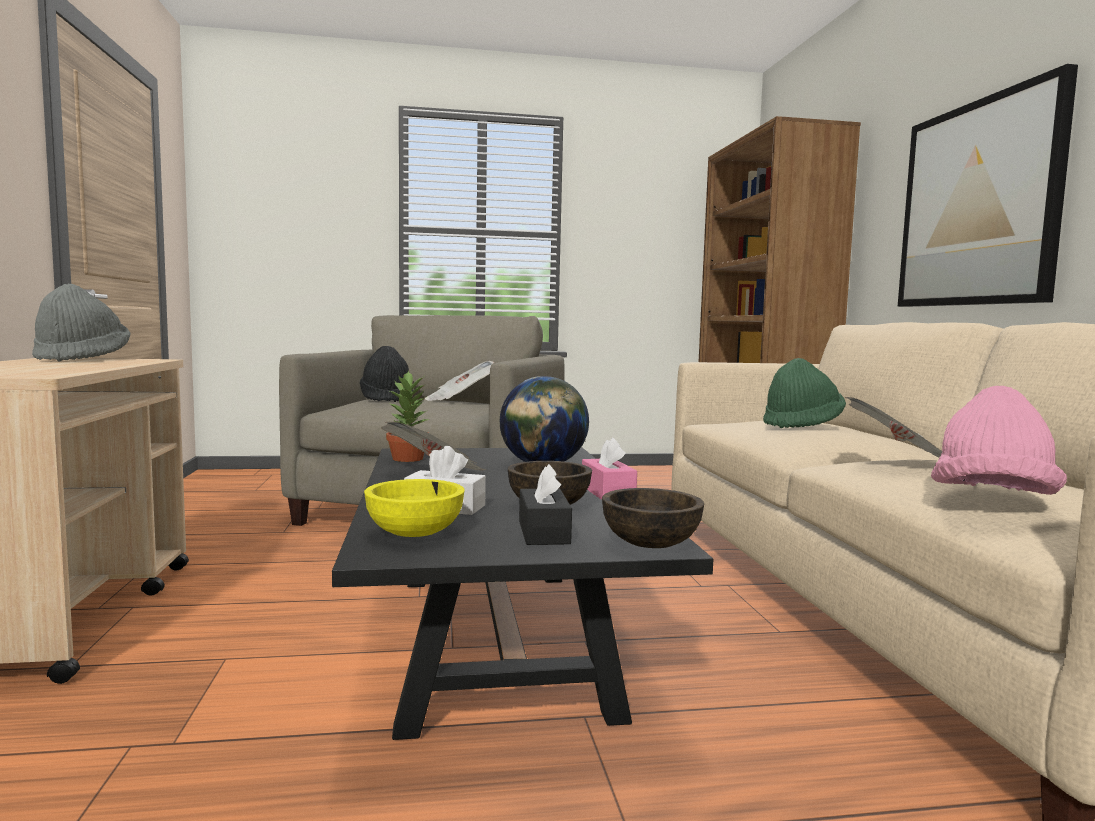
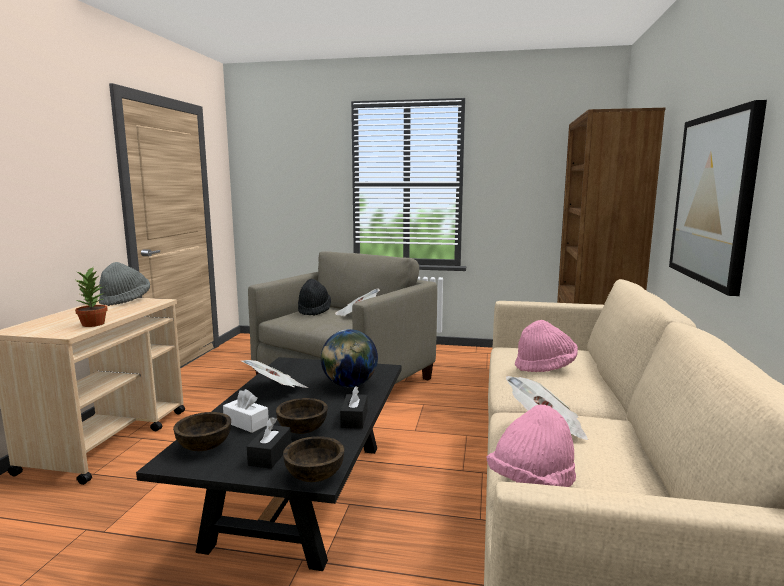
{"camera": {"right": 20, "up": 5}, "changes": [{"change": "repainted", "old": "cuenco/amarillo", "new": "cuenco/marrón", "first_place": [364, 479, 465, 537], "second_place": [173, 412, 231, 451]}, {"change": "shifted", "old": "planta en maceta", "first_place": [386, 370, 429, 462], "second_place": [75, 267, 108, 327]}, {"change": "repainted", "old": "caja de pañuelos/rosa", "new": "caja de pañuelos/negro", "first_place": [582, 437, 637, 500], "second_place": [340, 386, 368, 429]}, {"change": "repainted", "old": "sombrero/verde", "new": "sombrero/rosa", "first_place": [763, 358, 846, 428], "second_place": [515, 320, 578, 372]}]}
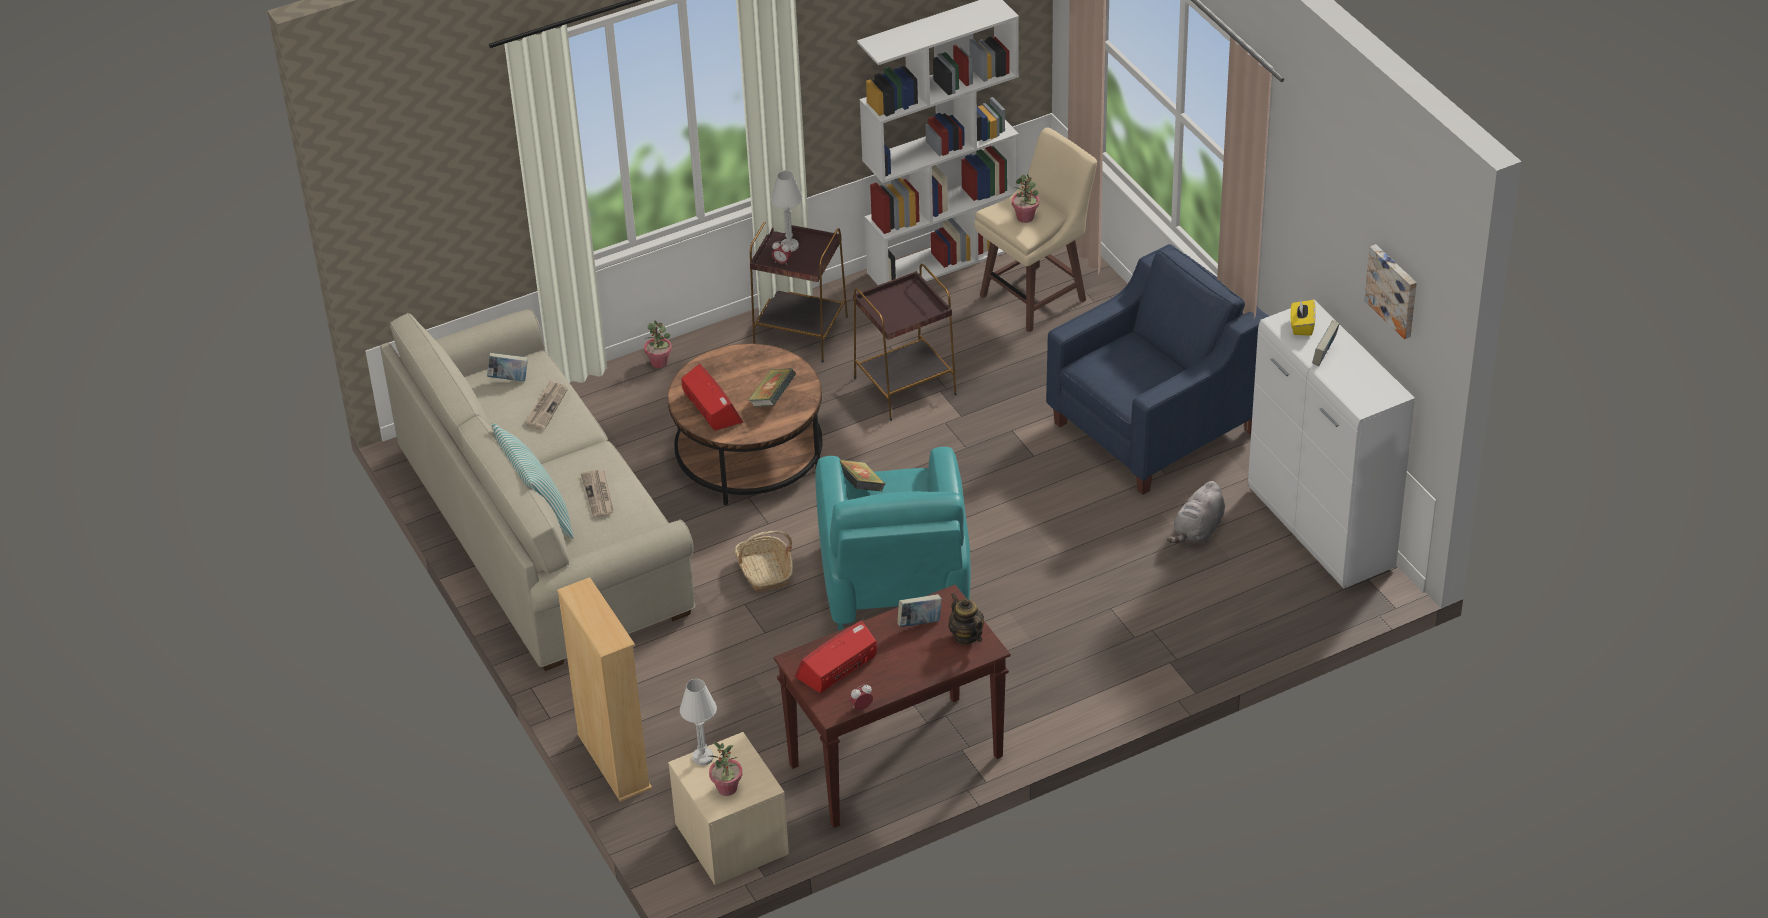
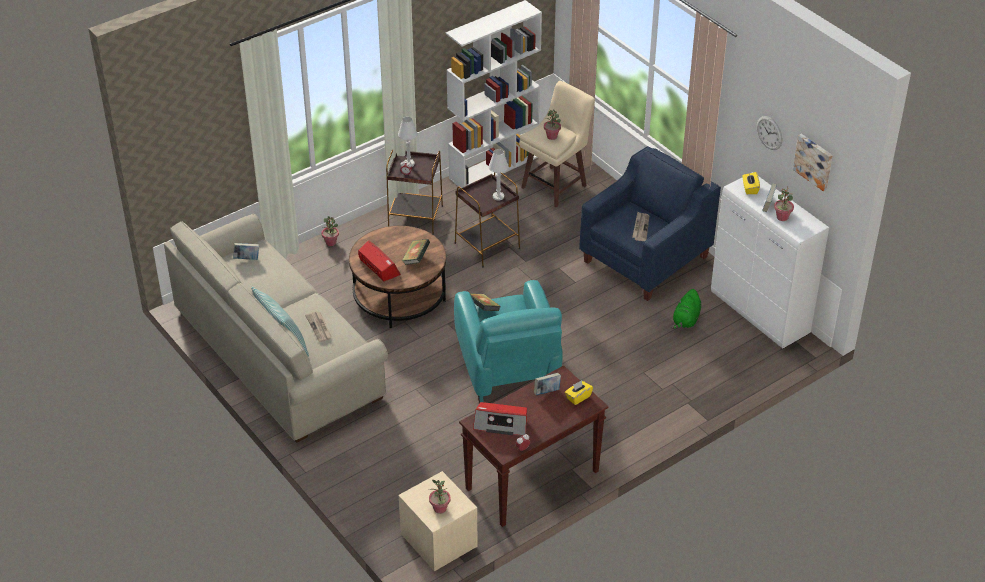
{"camera": {"right": -10, "up": 0}, "changes": [{"change": "shifted", "old": "periódico", "first_place": [524, 381, 568, 430], "second_place": [632, 212, 649, 241]}, {"change": "gone", "old": "estantería/beis", "first_place": [557, 577, 652, 802]}, {"change": "shifted", "old": "lámpara de mesa/blanco", "first_place": [680, 679, 717, 766], "second_place": [489, 149, 509, 201]}, {"change": "gone", "old": "cesta", "first_place": [735, 531, 793, 592]}, {"change": "rotated", "old": "radio", "first_place": [795, 620, 877, 693], "second_place": [473, 402, 527, 436], "degrees": -120}, {"change": "swapped", "old": "tetera", "new": "caja de pañuelos/amarillo", "first_place": [949, 593, 984, 645], "second_place": [565, 380, 593, 405]}, {"change": "repainted", "old": "peluche/gris", "new": "peluche/verde", "first_place": [1167, 481, 1225, 543], "second_place": [671, 289, 701, 329]}, {"change": "new", "new": "reloj de pared", "second_place": [757, 116, 782, 150]}, {"change": "new", "new": "planta en maceta", "second_place": [774, 186, 794, 221]}]}
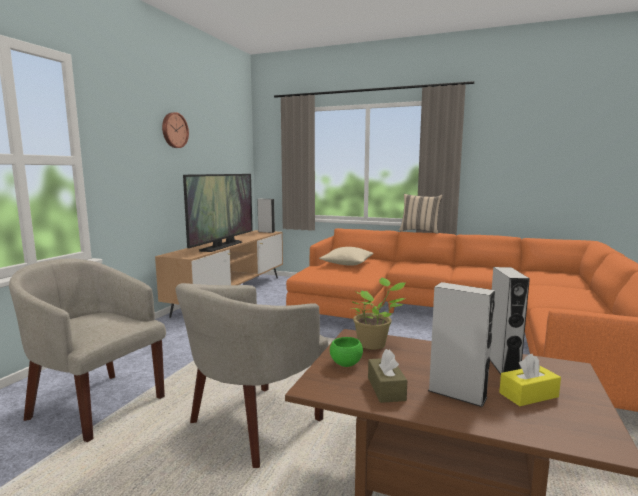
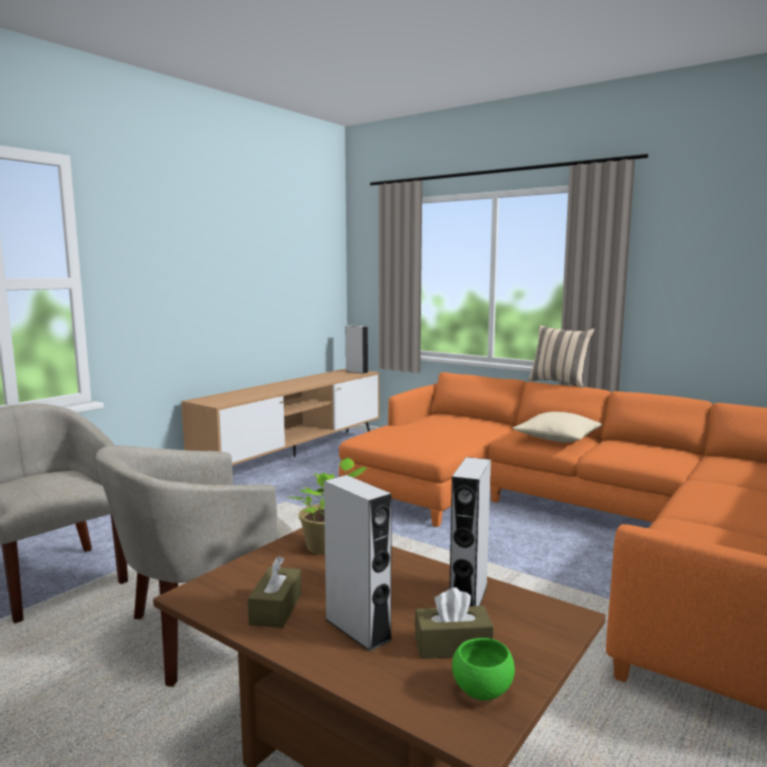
{"camera": {"right": 15, "up": 0}, "changes": [{"change": "gone", "old": "reloj de pared", "first_place": [162, 112, 189, 148]}, {"change": "gone", "old": "televisor", "first_place": [183, 174, 253, 252]}, {"change": "shifted", "old": "cojín/beis", "first_place": [319, 247, 374, 266], "second_place": [513, 412, 602, 442]}, {"change": "shifted", "old": "cuenco/verde", "first_place": [330, 337, 363, 367], "second_place": [452, 638, 515, 701]}, {"change": "repainted", "old": "caja de pañuelos/amarillo", "new": "caja de pañuelos/marrón", "first_place": [499, 354, 561, 406], "second_place": [415, 587, 494, 659]}]}
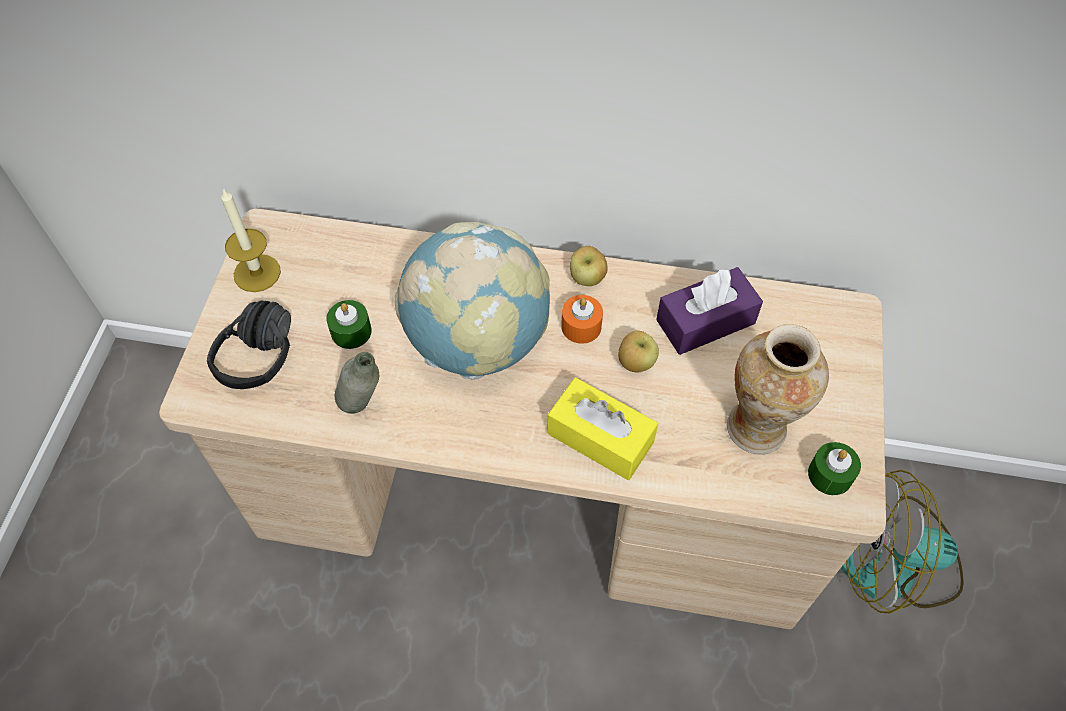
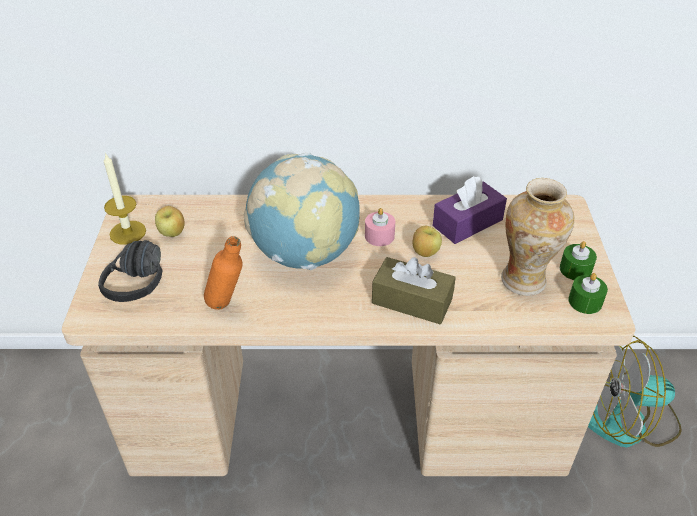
{"camera": {"right": -10, "up": -15}, "changes": [{"change": "shifted", "old": "vela/verde", "first_place": [326, 300, 372, 349], "second_place": [560, 241, 597, 280]}, {"change": "repainted", "old": "botella/gris", "new": "botella/naranja", "first_place": [335, 352, 379, 414], "second_place": [204, 236, 242, 310]}, {"change": "repainted", "old": "caja de pañuelos/amarillo", "new": "caja de pañuelos/marrón", "first_place": [547, 377, 658, 480], "second_place": [372, 257, 456, 324]}, {"change": "repainted", "old": "vela/naranja", "new": "vela/rosa", "first_place": [561, 295, 603, 344], "second_place": [365, 208, 395, 246]}, {"change": "shifted", "old": "manzana", "first_place": [570, 246, 607, 286], "second_place": [155, 206, 185, 237]}]}
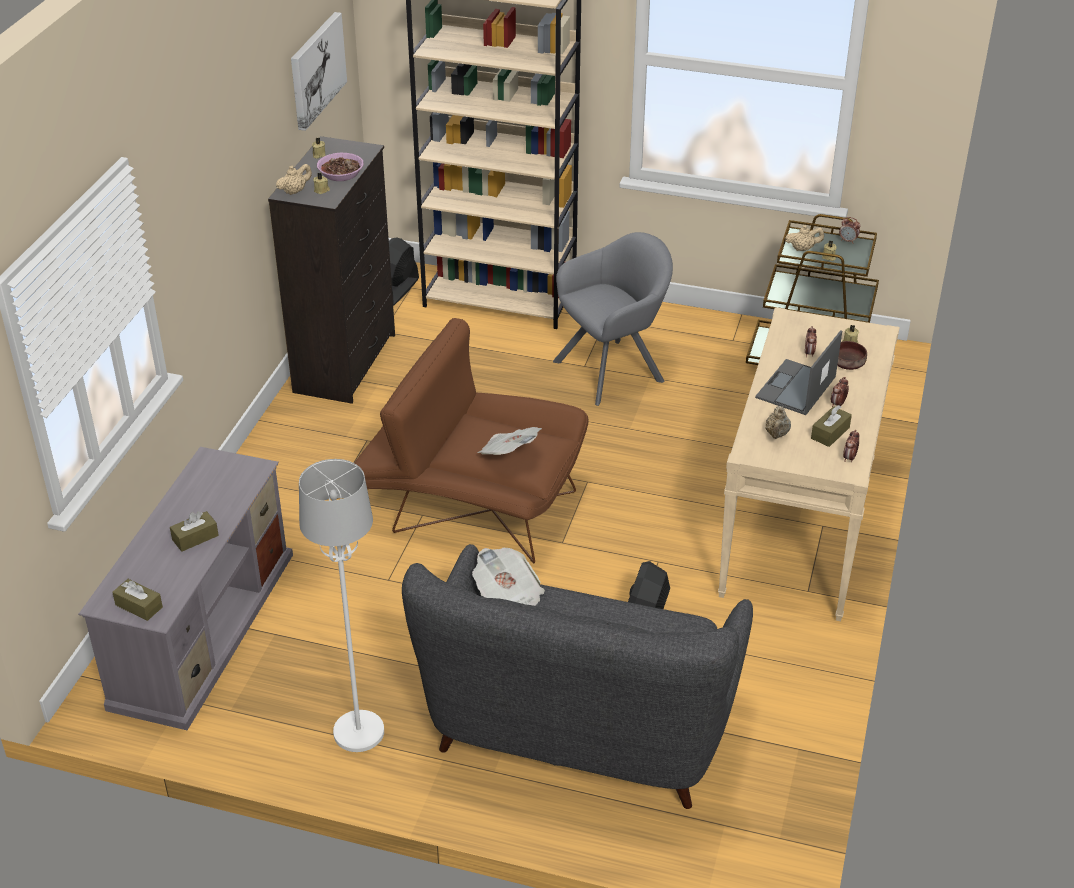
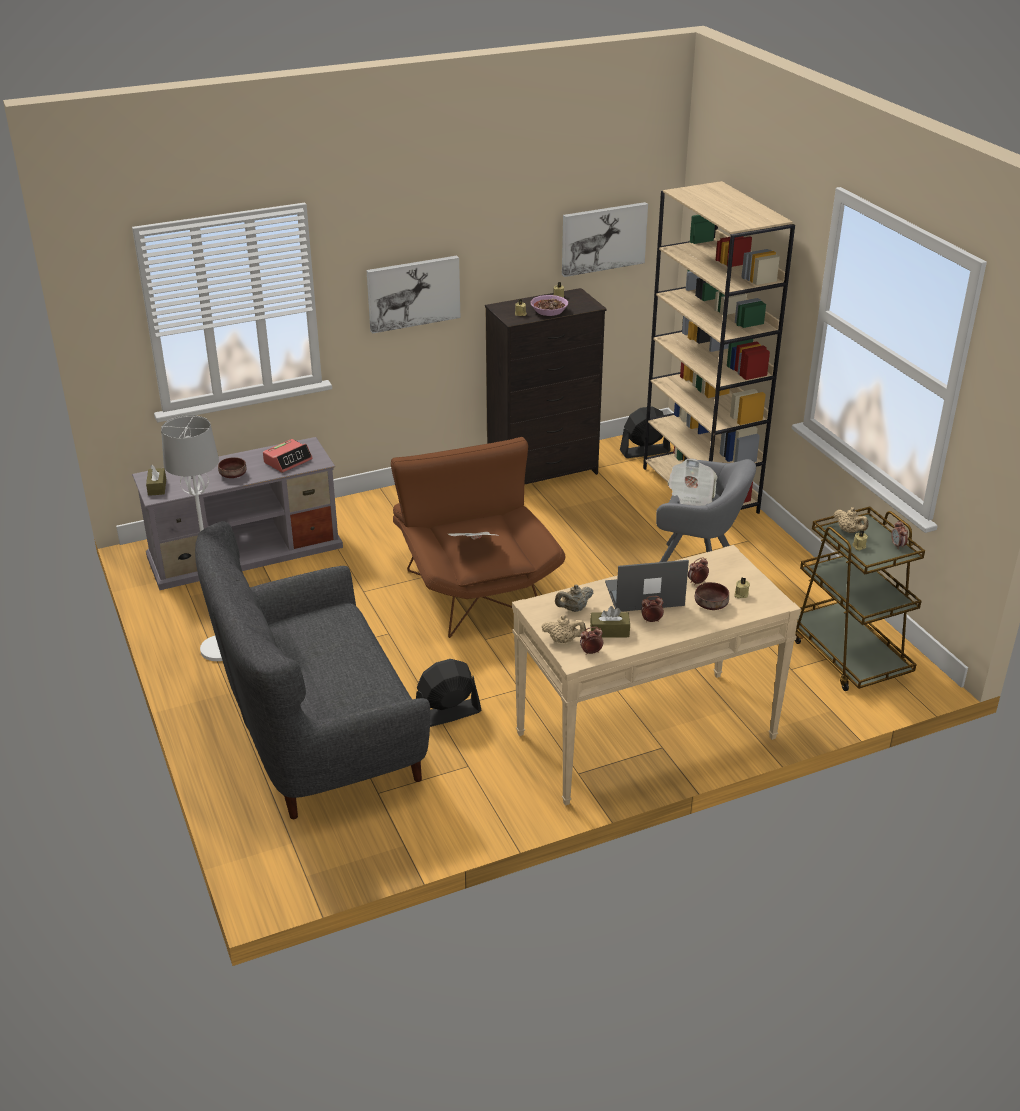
{"camera": {"right": 50, "up": -5}, "changes": [{"change": "swapped", "old": "caja de pañuelos/marrón", "new": "cuenco/marrón", "first_place": [170, 511, 219, 552], "second_place": [218, 457, 247, 478]}, {"change": "shifted", "old": "tetera/beis", "first_place": [276, 164, 312, 195], "second_place": [542, 615, 586, 643]}, {"change": "shifted", "old": "periódico", "first_place": [472, 547, 545, 606], "second_place": [668, 459, 717, 506]}, {"change": "new", "new": "despertador", "second_place": [263, 439, 313, 473]}, {"change": "new", "new": "cuadro", "second_place": [366, 256, 460, 334]}]}
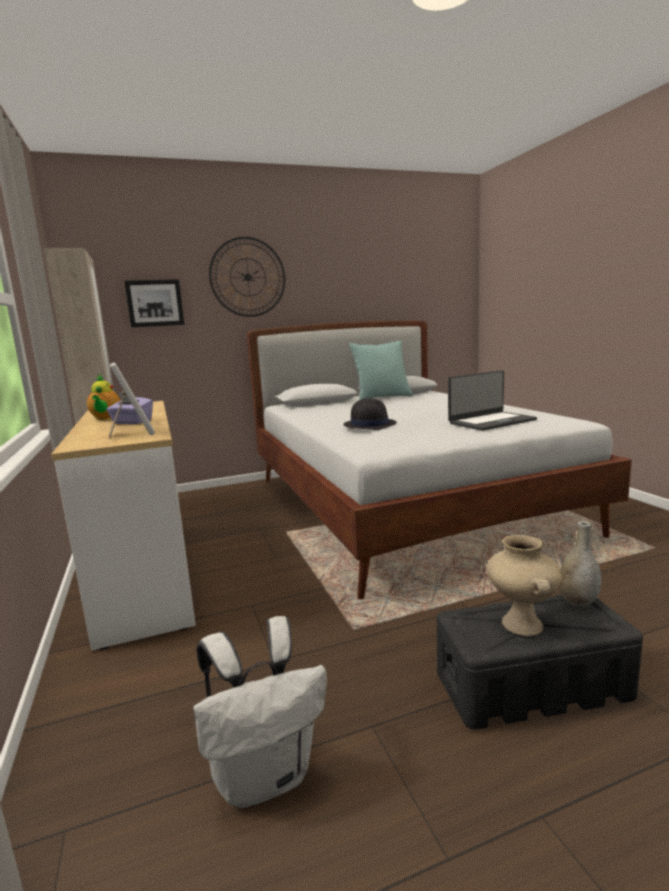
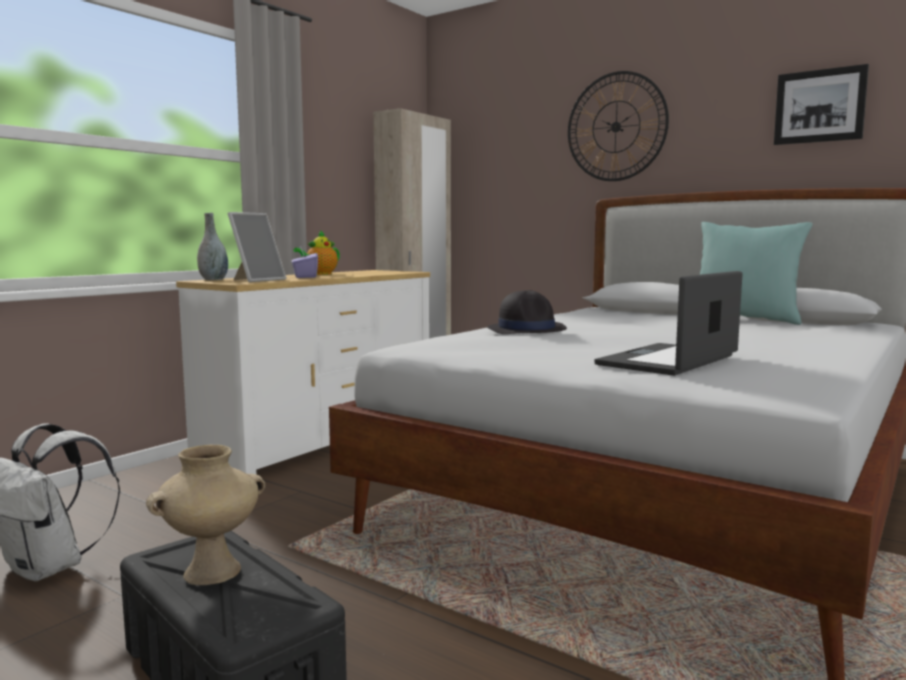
{"camera": {"right": 55, "up": -5}, "changes": [{"change": "shifted", "old": "cuadro", "first_place": [124, 279, 184, 328], "second_place": [774, 64, 869, 145]}, {"change": "rotated", "old": "portátil", "first_place": [448, 370, 537, 431], "second_place": [594, 271, 742, 376], "degrees": 105}, {"change": "shifted", "old": "florero/gris", "first_place": [559, 521, 601, 606], "second_place": [197, 213, 228, 280]}]}
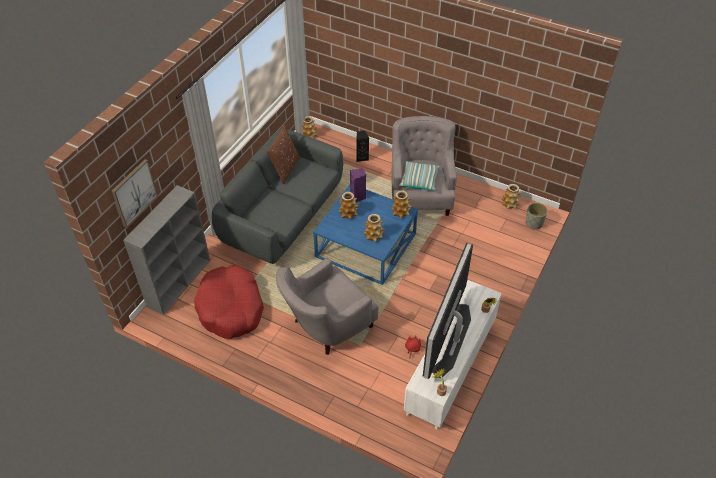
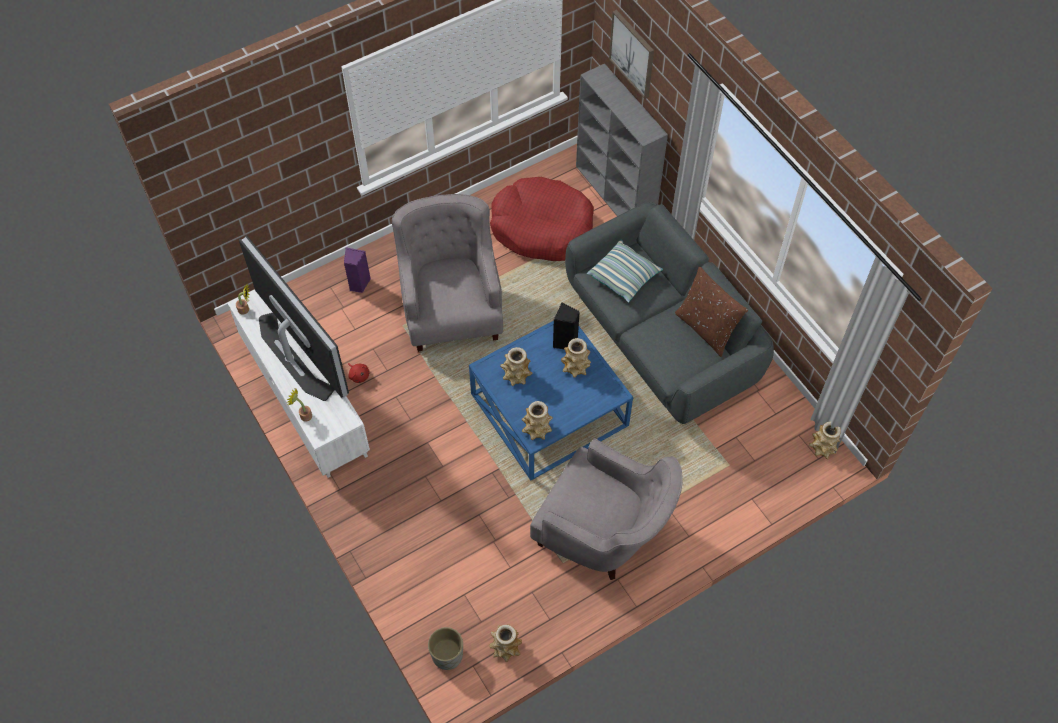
{"camera": {"right": 120, "up": 10}, "changes": [{"change": "shifted", "old": "altavoz/morado", "first_place": [350, 169, 366, 203], "second_place": [344, 247, 371, 293]}, {"change": "shifted", "old": "altavoz/negro", "first_place": [356, 131, 369, 162], "second_place": [553, 303, 580, 349]}, {"change": "shifted", "old": "cojín", "first_place": [399, 161, 439, 190], "second_place": [587, 240, 663, 303]}]}
